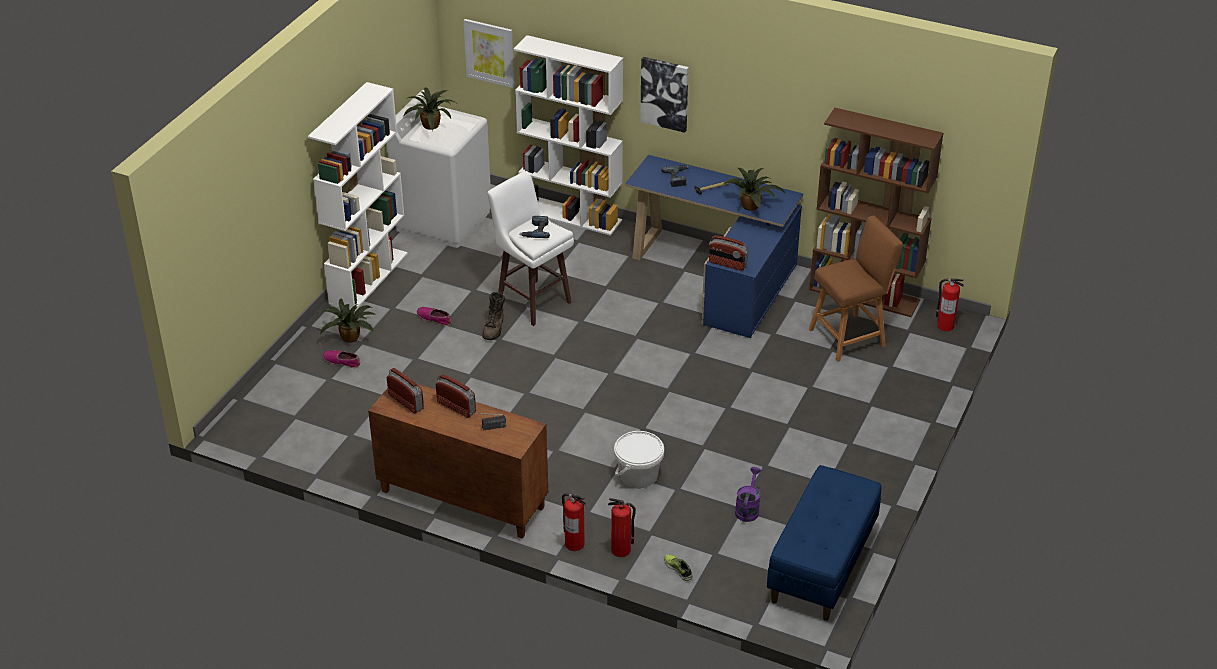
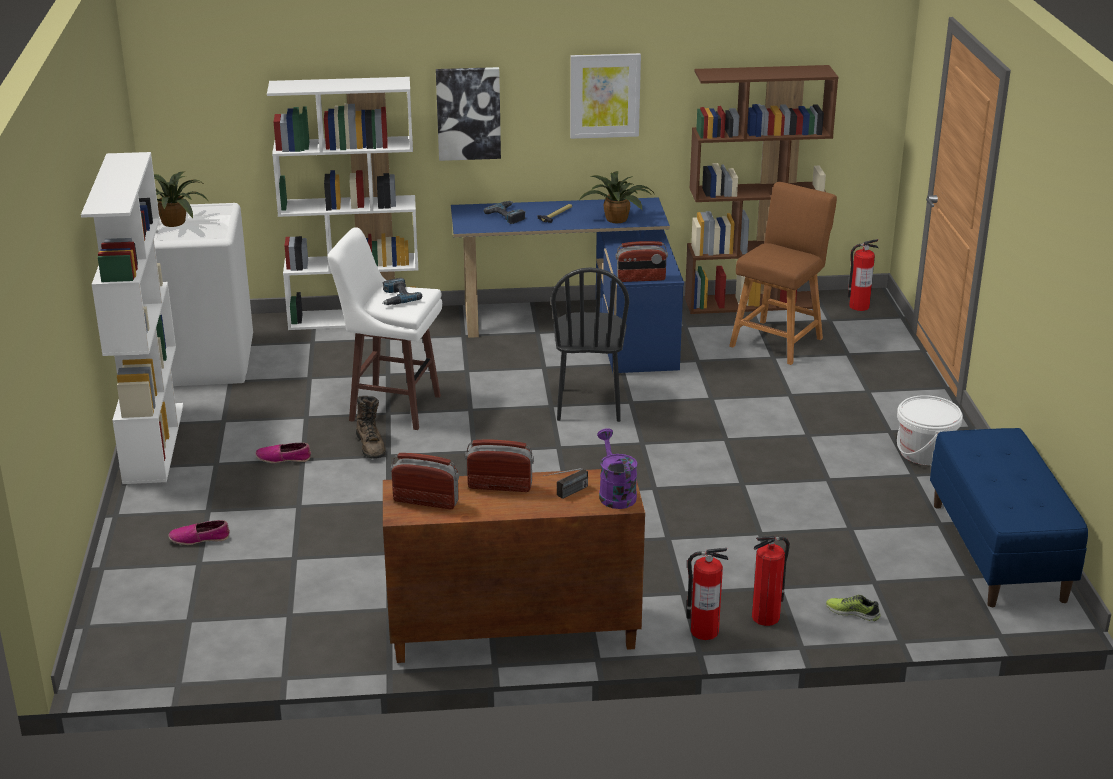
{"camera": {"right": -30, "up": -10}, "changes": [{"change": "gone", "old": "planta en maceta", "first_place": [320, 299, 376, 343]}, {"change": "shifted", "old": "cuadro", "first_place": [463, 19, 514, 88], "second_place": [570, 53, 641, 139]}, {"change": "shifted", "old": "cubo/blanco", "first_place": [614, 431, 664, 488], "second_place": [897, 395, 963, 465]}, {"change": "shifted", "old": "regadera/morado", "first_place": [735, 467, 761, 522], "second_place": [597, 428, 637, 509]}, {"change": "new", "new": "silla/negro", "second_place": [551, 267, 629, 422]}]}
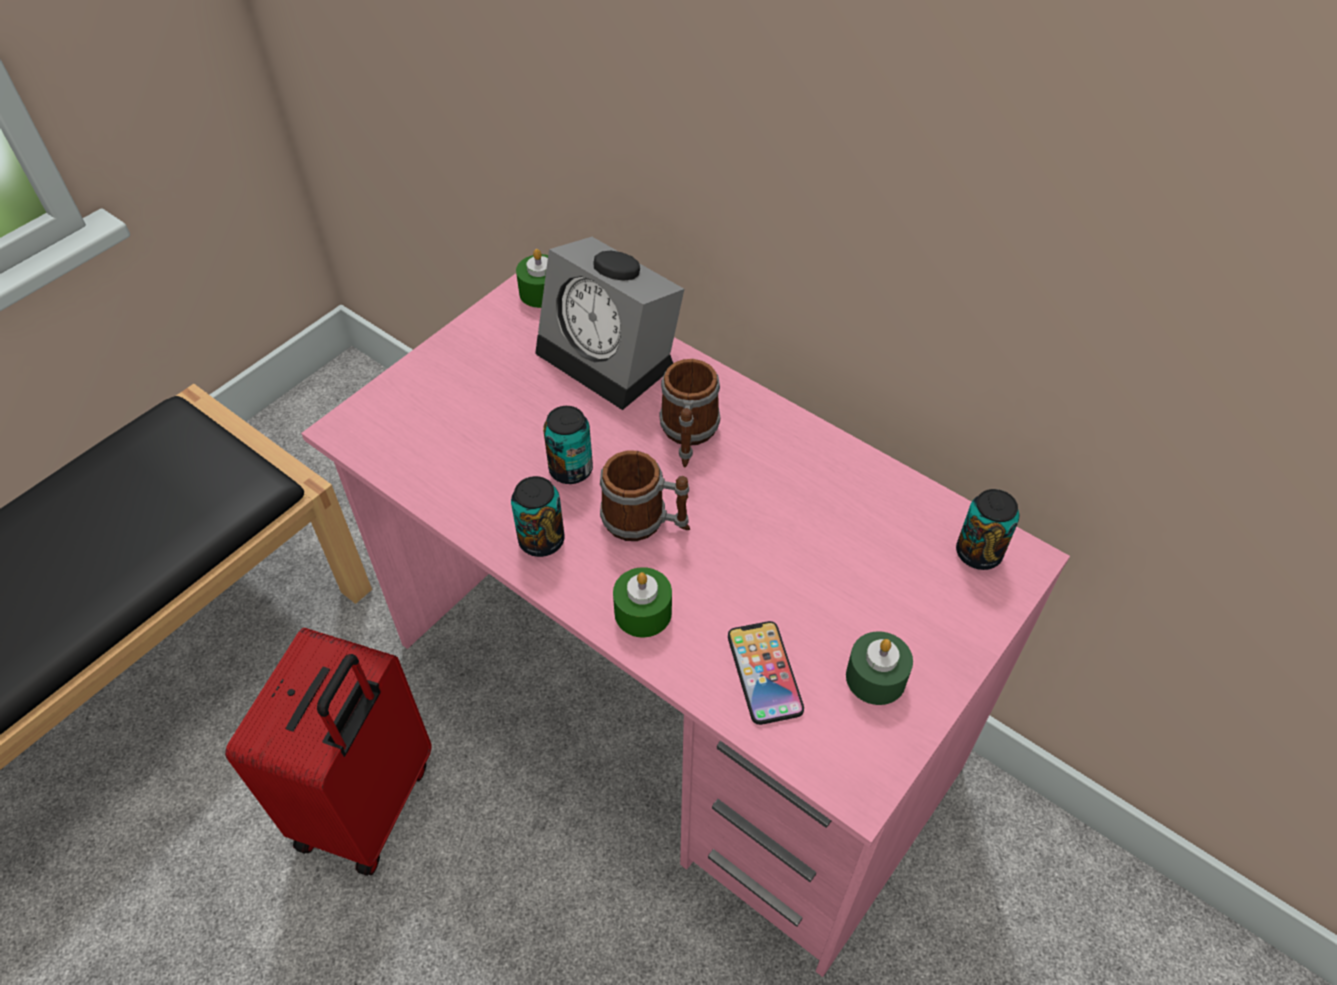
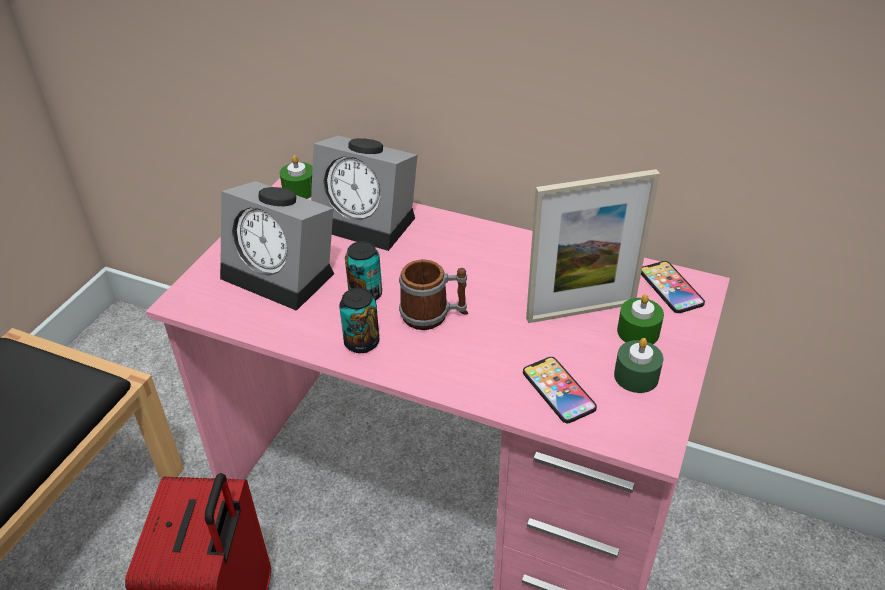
{"camera": {"right": -15, "up": -10}, "changes": [{"change": "shifted", "old": "vela/verde", "first_place": [613, 567, 672, 637], "second_place": [617, 294, 664, 344]}, {"change": "gone", "old": "taza grande", "first_place": [659, 359, 720, 467]}, {"change": "swapped", "old": "lata", "new": "móvil", "first_place": [956, 489, 1019, 570], "second_place": [641, 261, 705, 313]}, {"change": "new", "new": "despertador", "second_place": [220, 181, 334, 311]}, {"change": "new", "new": "portarretratos", "second_place": [526, 169, 660, 323]}]}
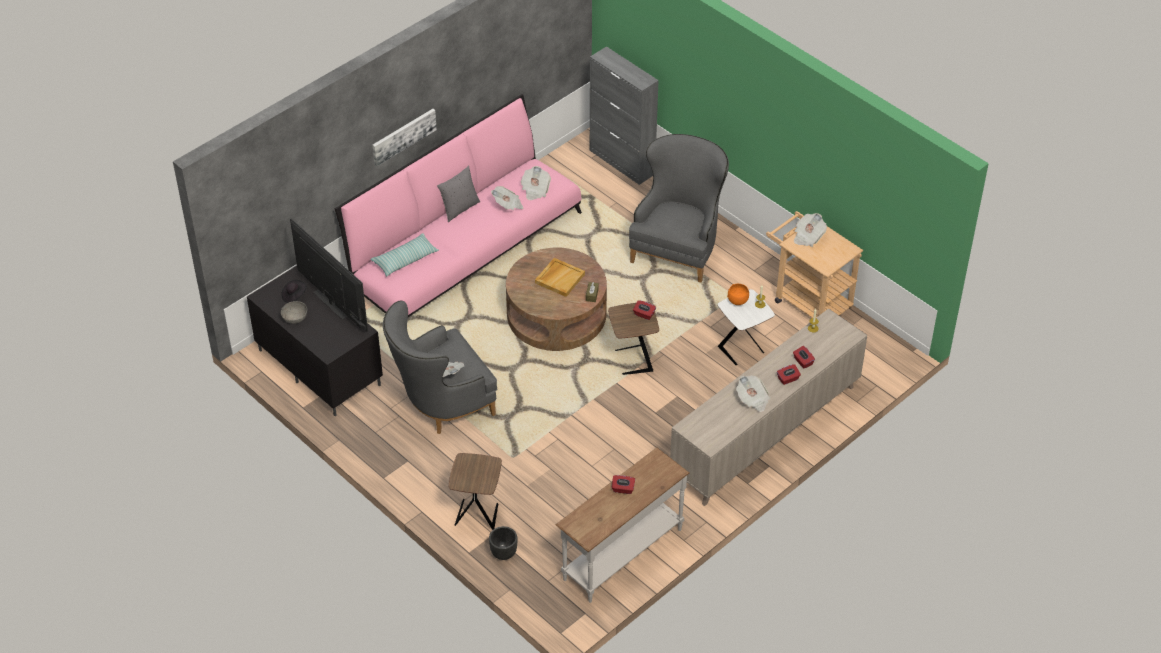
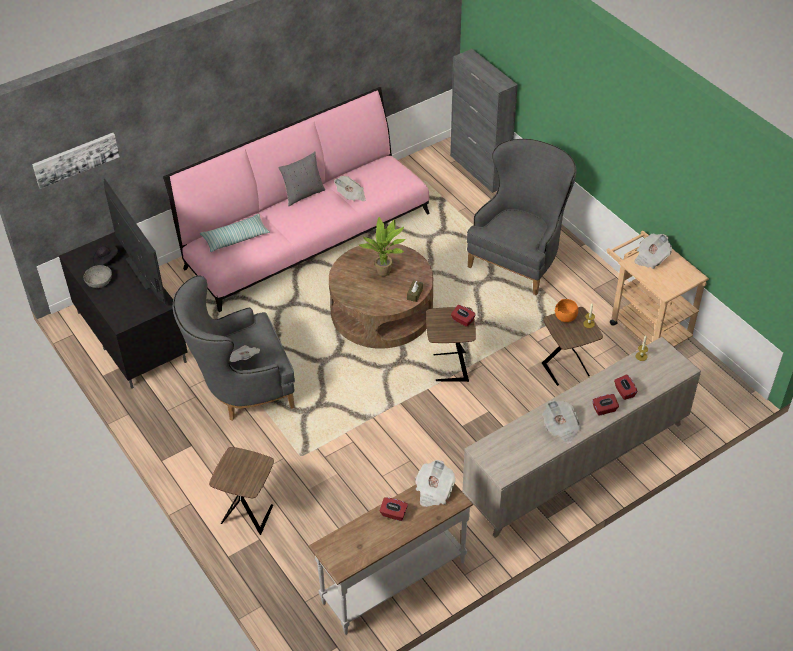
{"camera": {"right": 10, "up": 0}, "changes": [{"change": "shifted", "old": "cuadro", "first_place": [372, 109, 437, 166], "second_place": [32, 133, 120, 189]}, {"change": "gone", "old": "maceta/negro", "first_place": [489, 526, 517, 560]}, {"change": "shifted", "old": "periódico", "first_place": [521, 166, 551, 200], "second_place": [415, 460, 456, 507]}, {"change": "swapped", "old": "bandeja/beis", "new": "planta en maceta", "first_place": [535, 258, 585, 297], "second_place": [359, 217, 406, 277]}, {"change": "repainted", "old": "mesa auxiliar/blanco", "new": "mesa auxiliar/marrón", "first_place": [718, 289, 775, 365], "second_place": [542, 307, 603, 386]}]}
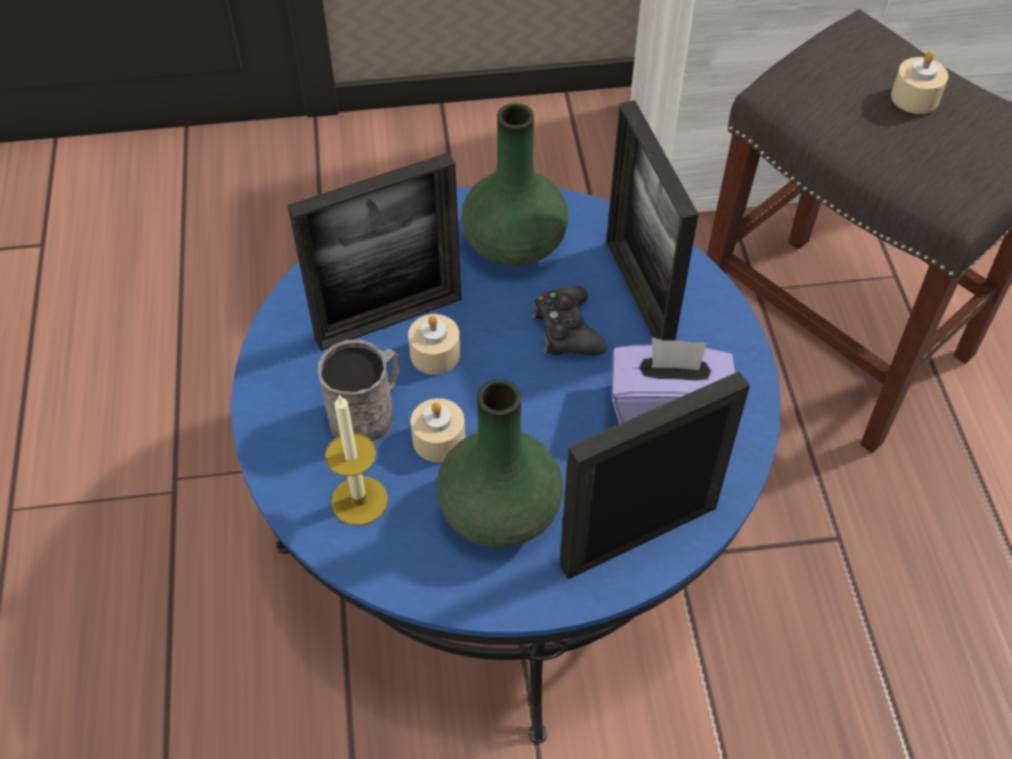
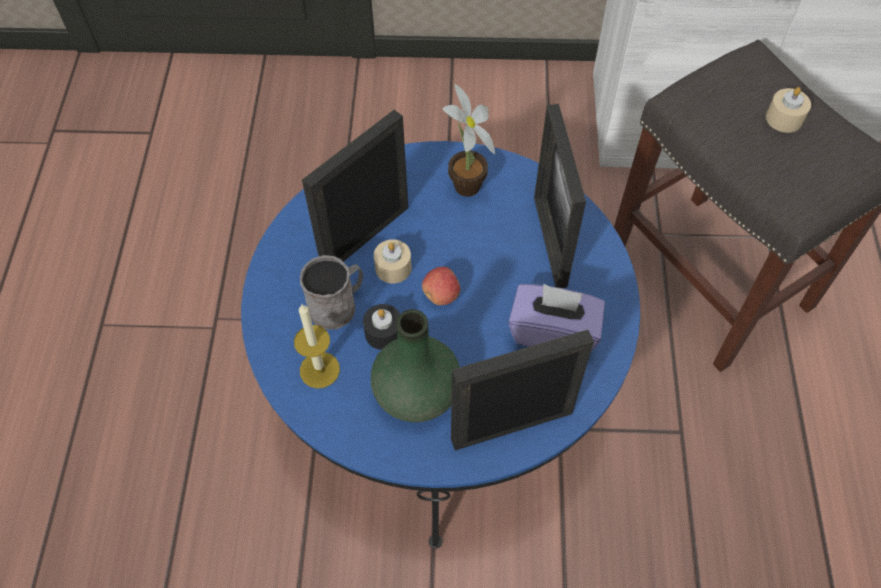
{"camera": {"right": 10, "up": 5}, "changes": [{"change": "rotated", "old": "portarretratos", "first_place": [287, 152, 462, 351], "second_place": [302, 110, 408, 262], "degrees": 150}, {"change": "repainted", "old": "vela/beis", "new": "vela/negro", "first_place": [410, 398, 465, 462], "second_place": [363, 304, 400, 350]}, {"change": "swapped", "old": "florero/verde", "new": "planta en maceta", "first_place": [461, 103, 568, 266], "second_place": [443, 84, 495, 197]}, {"change": "gone", "old": "mando de consola/negro", "first_place": [532, 286, 607, 356]}, {"change": "new", "new": "manzana", "second_place": [422, 267, 460, 305]}]}
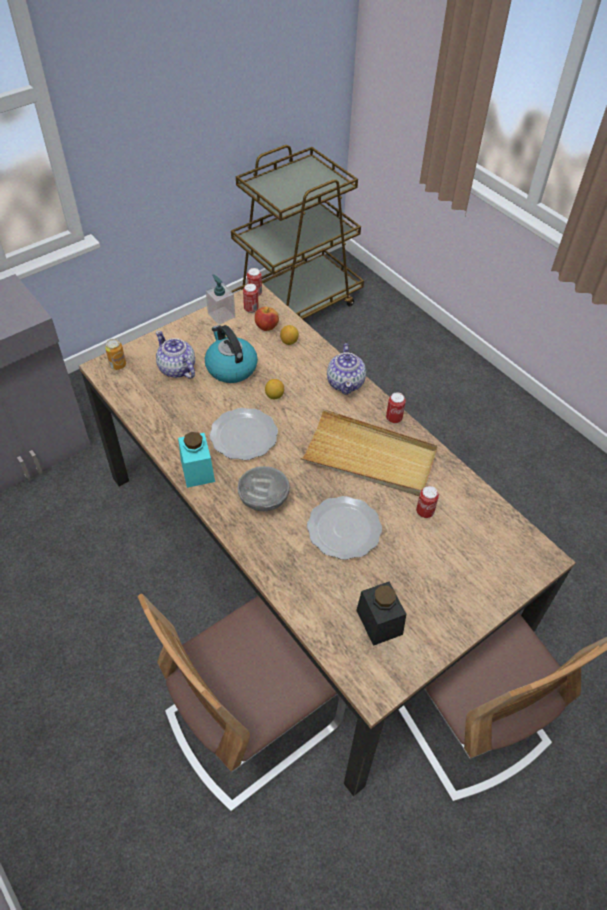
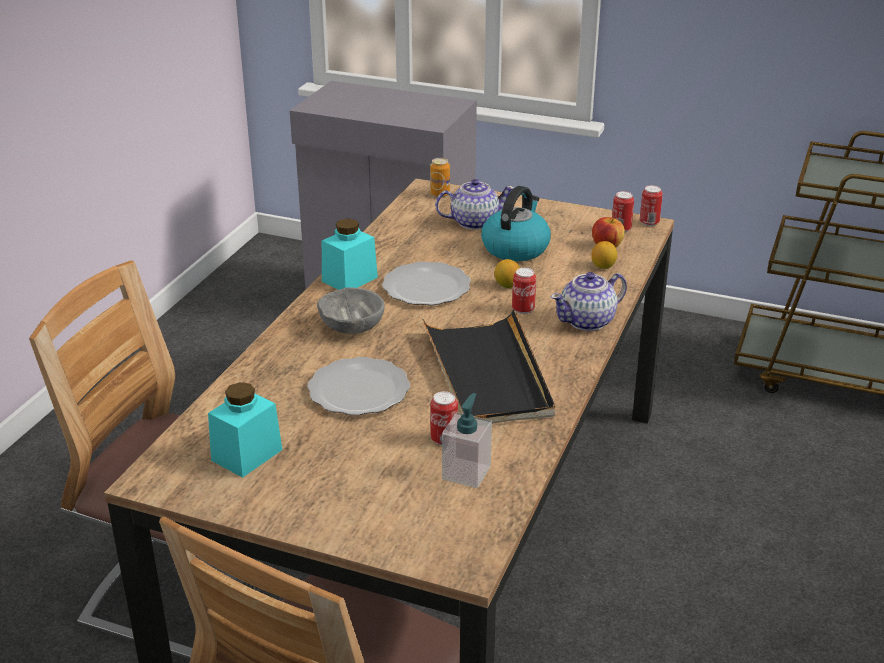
{"camera": {"right": 60, "up": -20}, "changes": [{"change": "rotated", "old": "tetera", "first_place": [156, 331, 195, 379], "second_place": [435, 179, 515, 230], "degrees": 60}, {"change": "shifted", "old": "dispensador de jabón", "first_place": [206, 274, 235, 325], "second_place": [442, 393, 492, 488]}, {"change": "repainted", "old": "bandeja/beis", "new": "bandeja/negro", "first_place": [300, 409, 438, 496], "second_place": [422, 309, 555, 424]}, {"change": "repainted", "old": "tarro/negro", "new": "tarro/turquesa", "first_place": [356, 582, 406, 646], "second_place": [208, 382, 282, 478]}, {"change": "shifted", "old": "lata", "first_place": [386, 392, 406, 423], "second_place": [512, 268, 536, 314]}]}
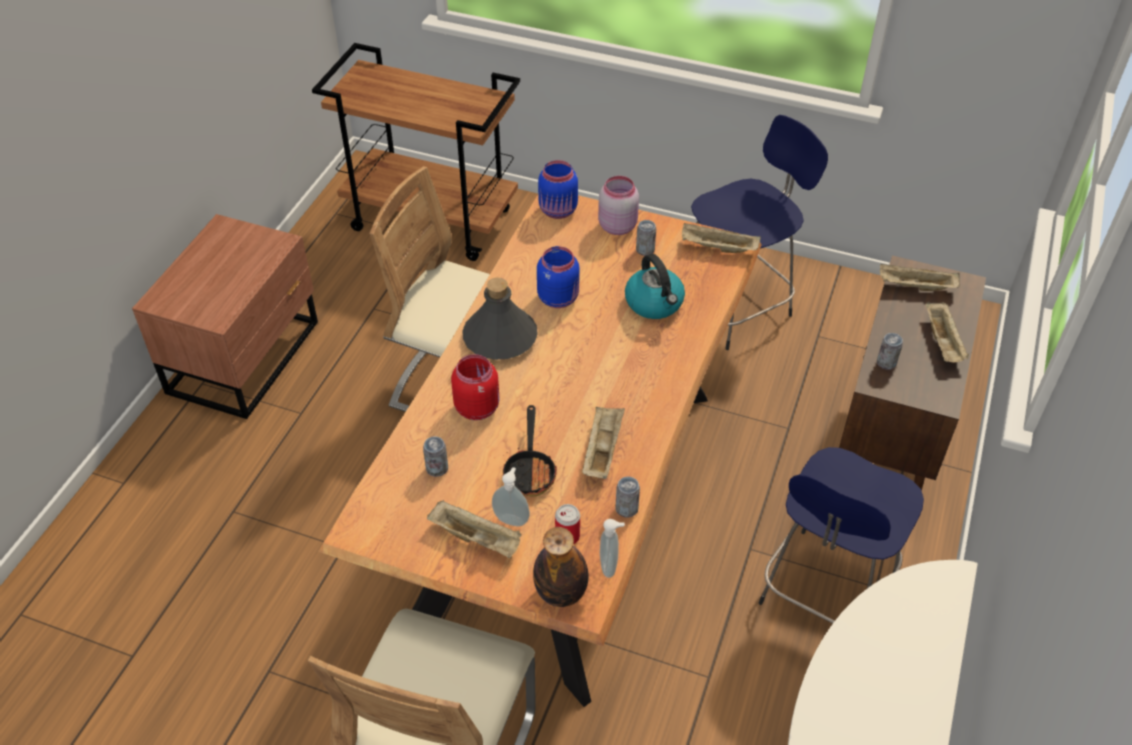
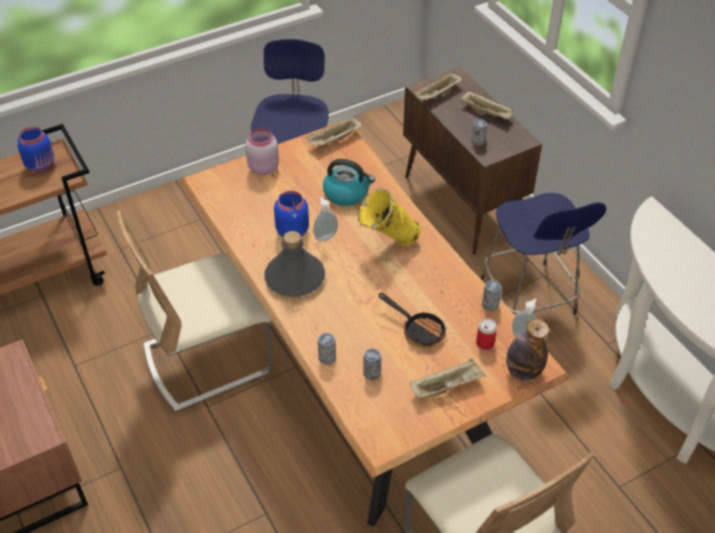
{"camera": {"right": -50, "up": 0}, "changes": [{"change": "gone", "old": "tarro/rojo", "first_place": [451, 354, 500, 420]}, {"change": "shifted", "old": "dispensador de jabón", "first_place": [492, 467, 530, 526], "second_place": [313, 197, 338, 241]}, {"change": "shifted", "old": "tarro/azul", "first_place": [538, 160, 578, 219], "second_place": [17, 127, 54, 173]}, {"change": "gone", "old": "bandeja/beis", "first_place": [582, 407, 625, 479]}, {"change": "shifted", "old": "lata", "first_place": [636, 220, 656, 256], "second_place": [318, 333, 336, 364]}, {"change": "new", "new": "florero/amarillo", "second_place": [358, 187, 421, 247]}]}
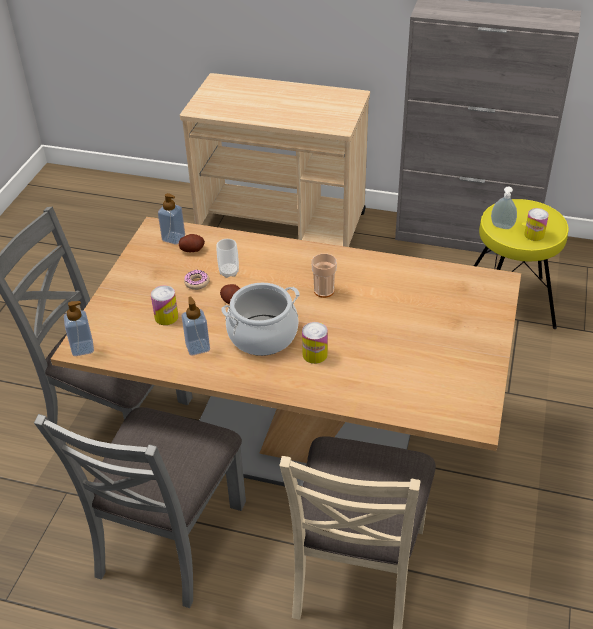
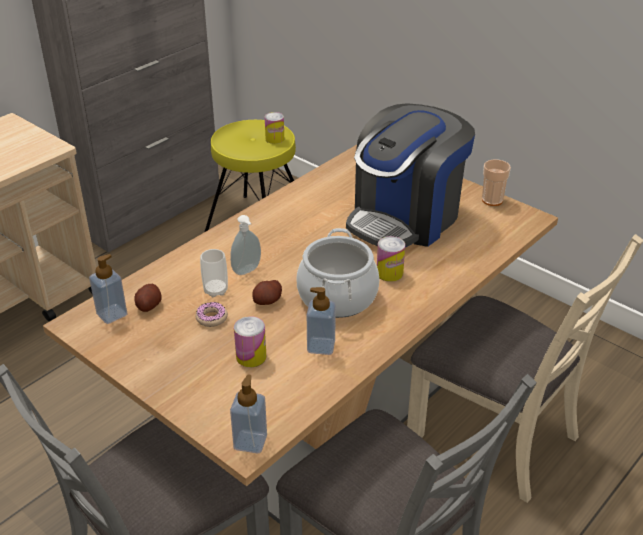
{"camera": {"right": -65, "up": -5}, "changes": [{"change": "shifted", "old": "taza", "first_place": [312, 253, 337, 298], "second_place": [482, 159, 511, 206]}, {"change": "shifted", "old": "dispensador de jabón", "first_place": [491, 187, 517, 229], "second_place": [230, 215, 261, 275]}, {"change": "new", "new": "cafetera", "second_place": [346, 103, 475, 247]}]}
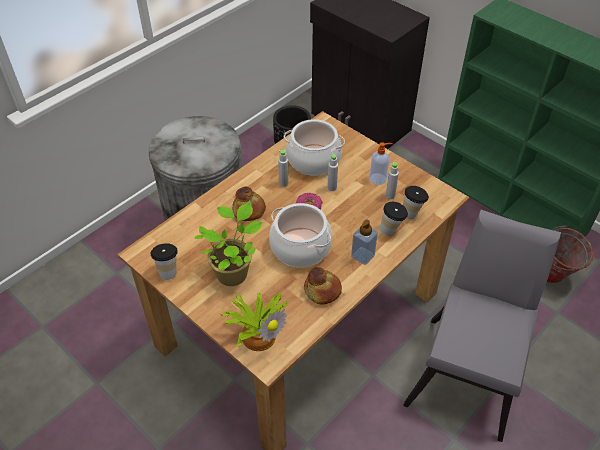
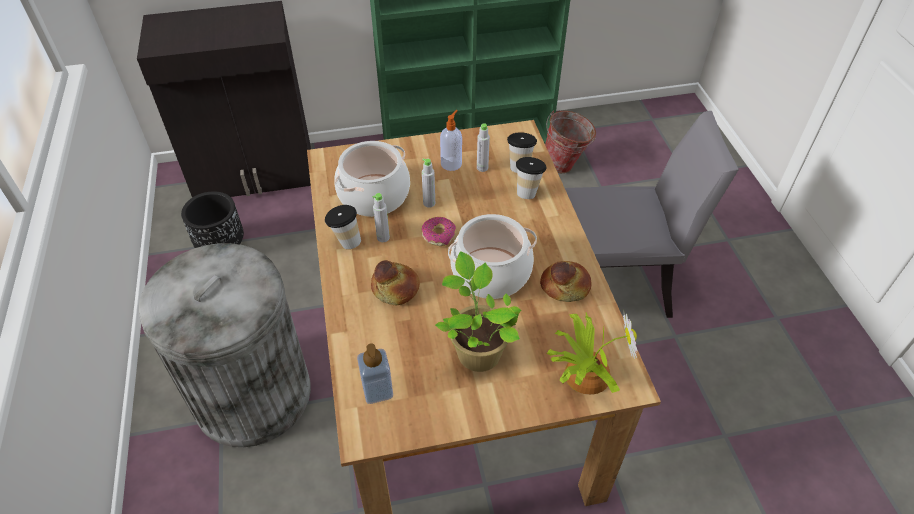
{"camera": {"right": -55, "up": 0}, "changes": [{"change": "shifted", "old": "taza", "first_place": [150, 243, 178, 280], "second_place": [325, 205, 361, 249]}, {"change": "shifted", "old": "dispensador de jabón", "first_place": [351, 219, 378, 265], "second_place": [357, 343, 393, 404]}, {"change": "rotated", "old": "silla/gris", "first_place": [403, 210, 561, 442], "second_place": [565, 111, 739, 318], "degrees": 120}]}
